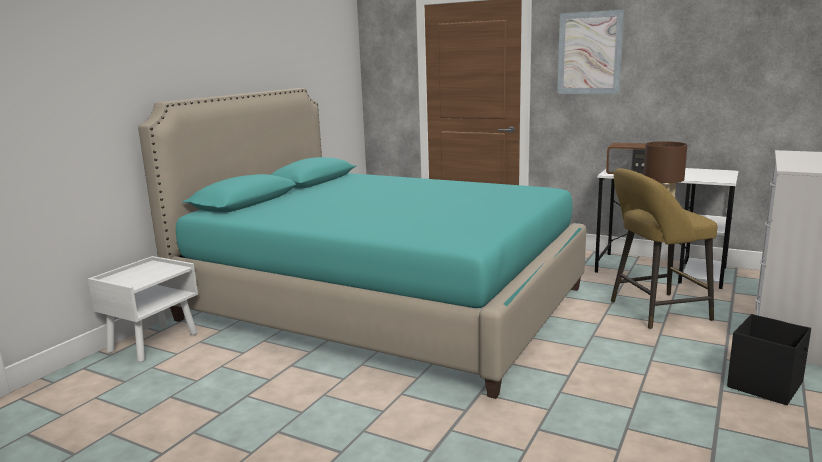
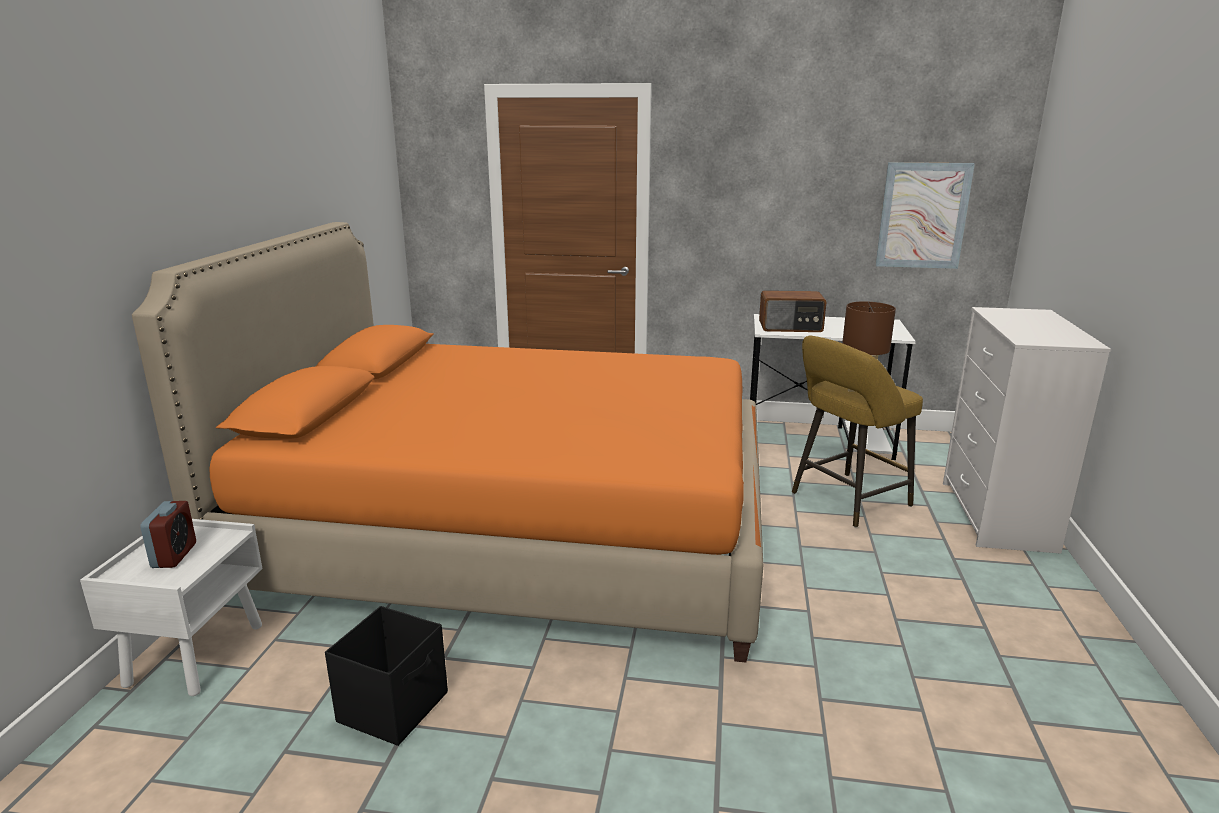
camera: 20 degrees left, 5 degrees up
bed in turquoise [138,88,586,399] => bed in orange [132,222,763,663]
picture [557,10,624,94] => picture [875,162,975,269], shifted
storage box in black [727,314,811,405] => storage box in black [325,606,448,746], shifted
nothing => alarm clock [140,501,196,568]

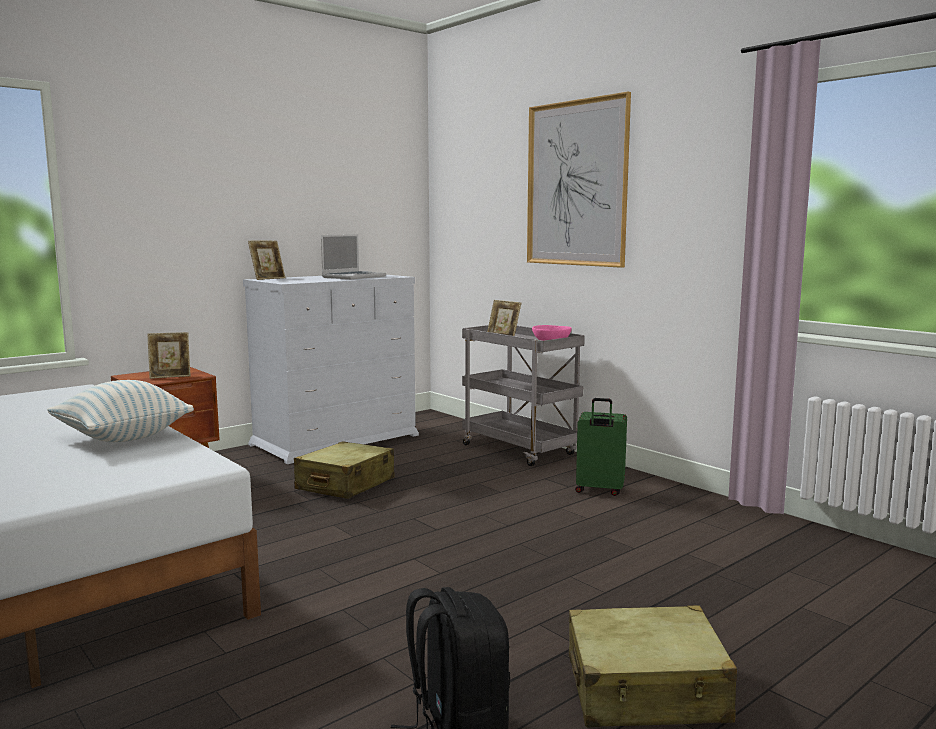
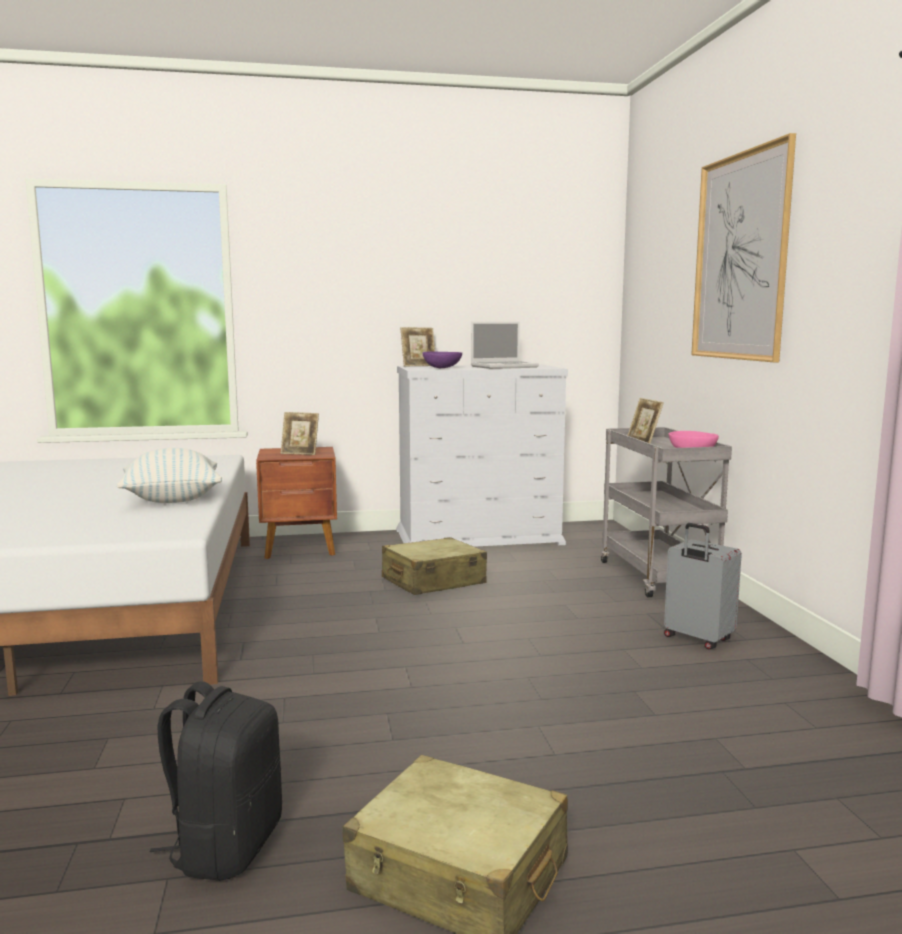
camera: 30 degrees right, 0 degrees up
suitcase in green [575,398,627,496] => suitcase in grey [664,523,742,650]
nothing => bowl in purple [422,352,462,368]

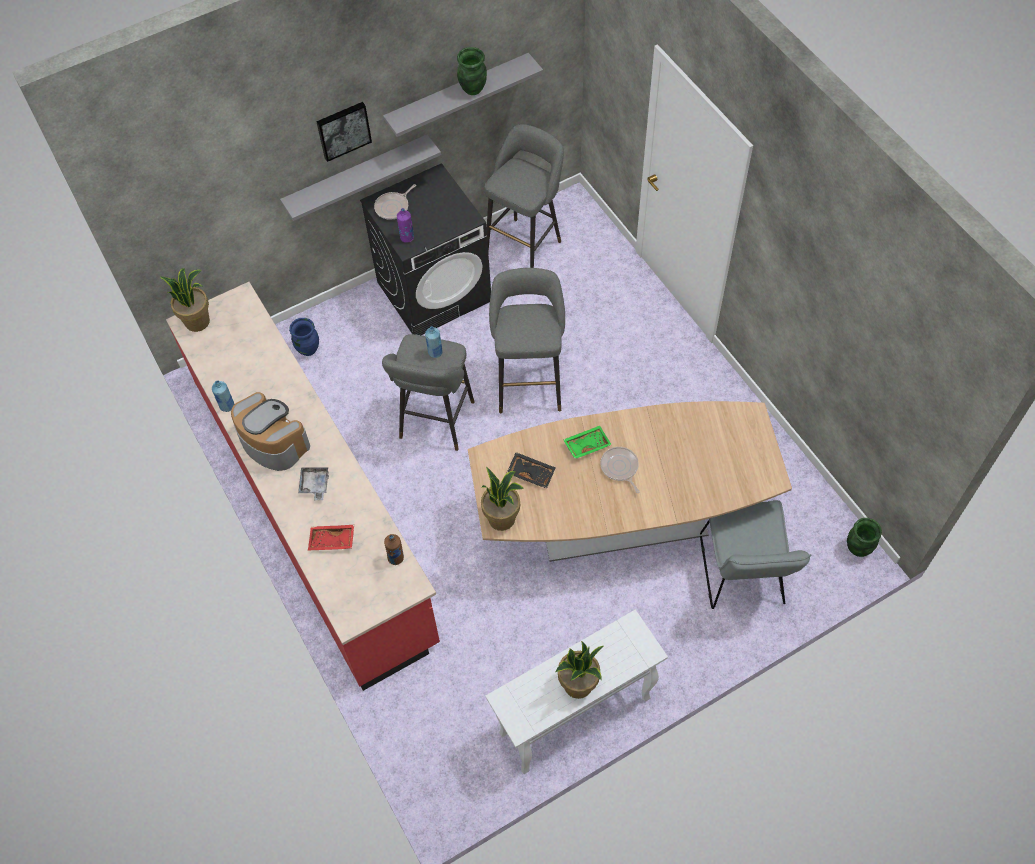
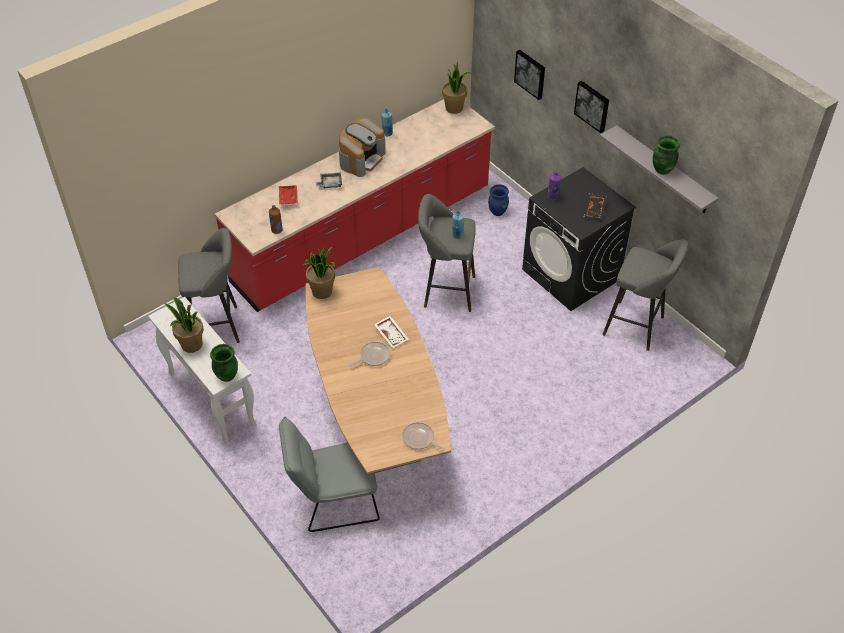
camera: 80 degrees right, 10 degrees down
shelf in grey [280,134,441,221] => nothing
frying pan [374,184,416,220] => frying pan [402,422,446,451], shifted
stool in grey [489,268,565,413] => stool in grey [178,228,240,343], shifted
tray in black [507,452,555,489] => tray in black [584,193,607,219], shifted
tray in green [563,426,612,459] => tray in white [374,316,408,348]
vase in green [847,518,882,557] => vase in green [210,344,238,382], shifted
nothing => picture [514,50,545,100]

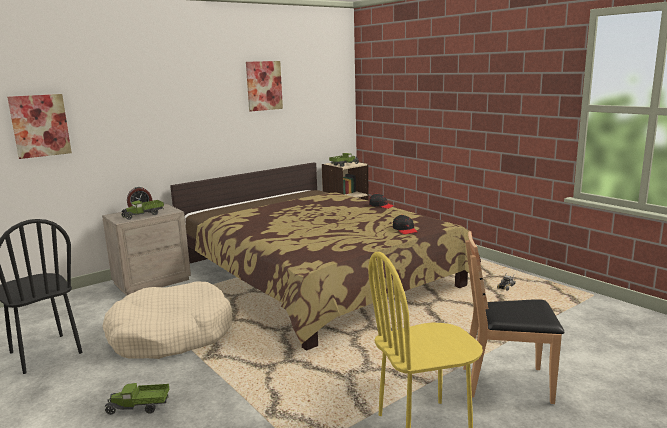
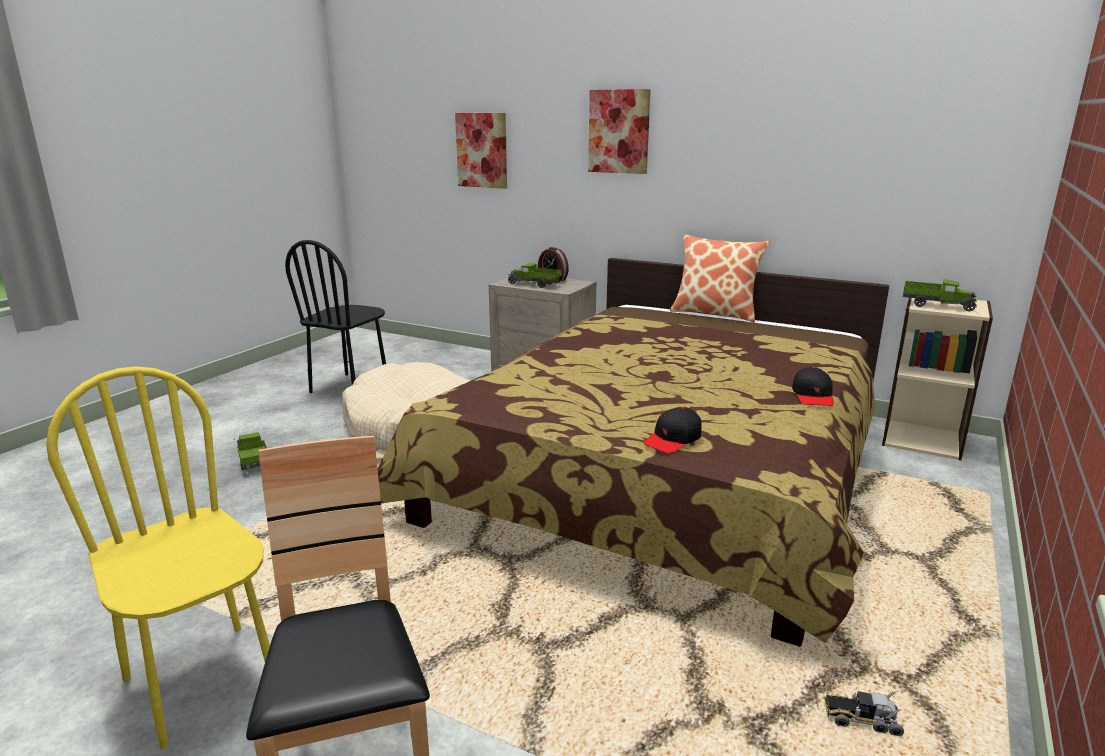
camera: 65 degrees right, 5 degrees up
picture [246,61,283,111] => picture [588,89,651,174], shifted
nothing => pillow [670,234,770,322]

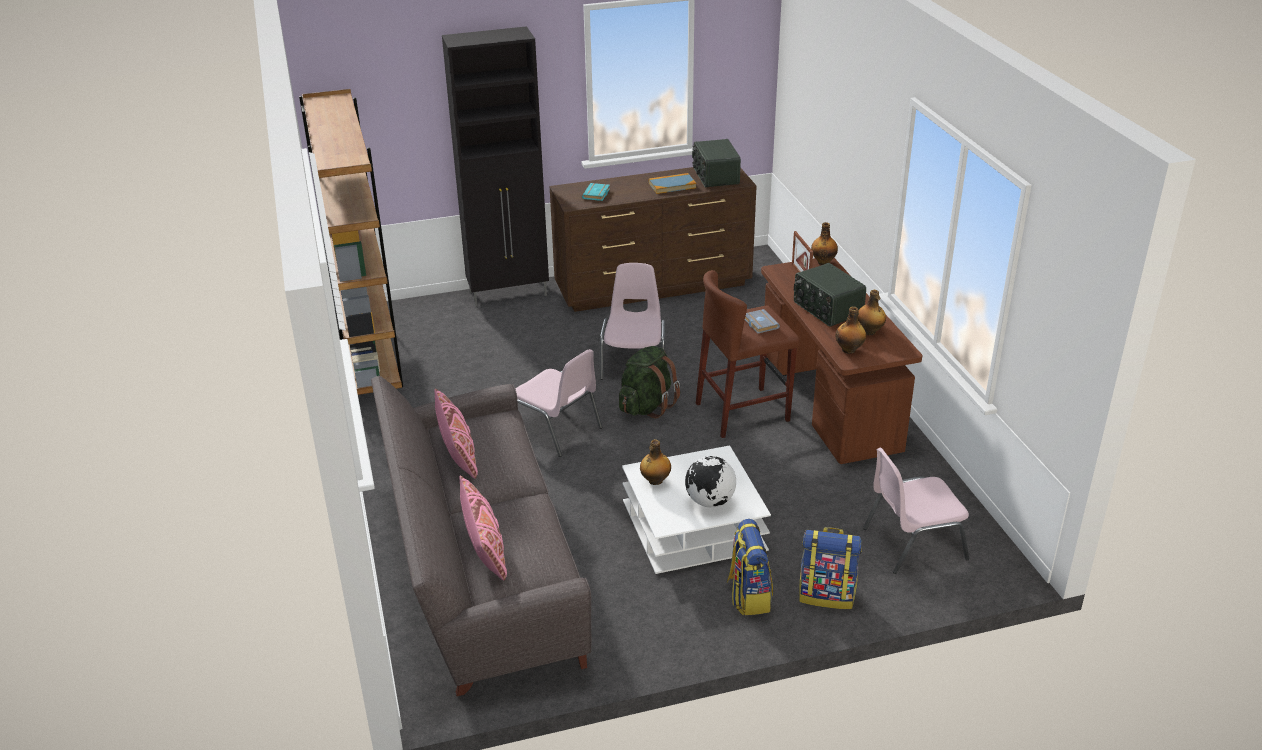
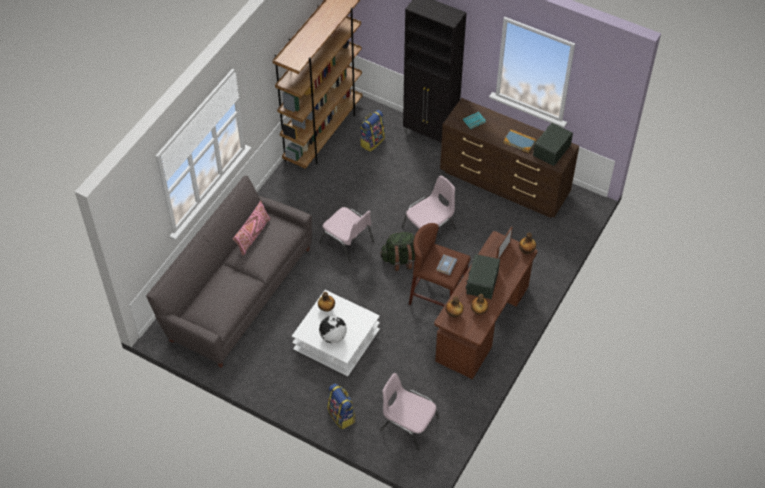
camera: 45 degrees right, 20 degrees up
pillow in pink [460,475,507,581] => nothing
chair in pink [515,349,603,457] => chair in pink [319,207,374,263], 45 degrees counterclockwise
backpack [727,519,773,615] => backpack [360,110,385,152], shifted

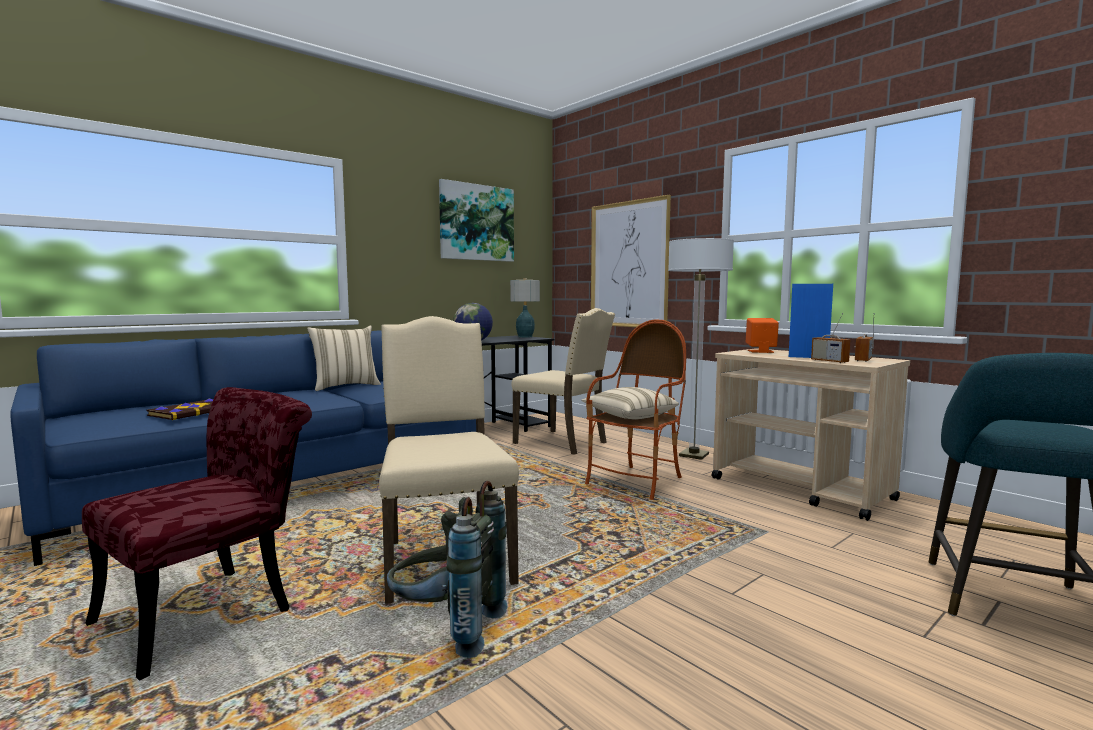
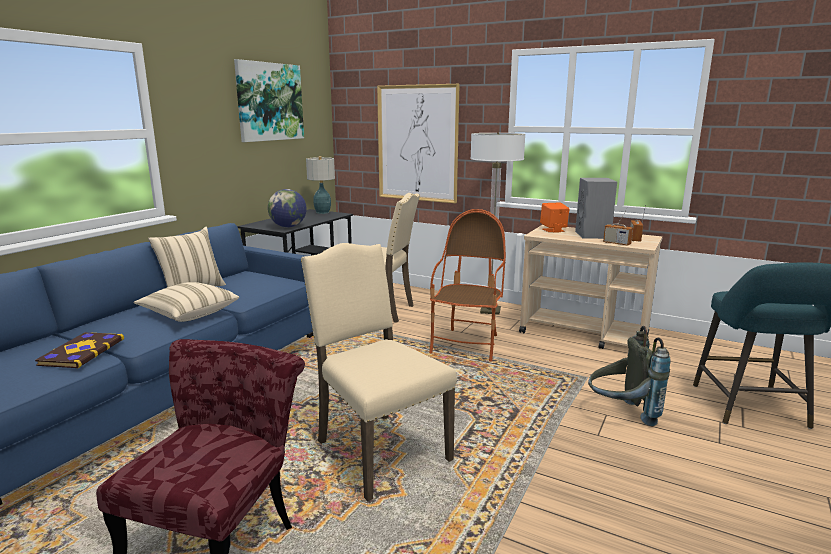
camera: 20 degrees left, 10 degrees up
backpack in grey [387,481,507,658] => backpack in grey [588,326,671,426], shifted
pillow in beige [582,387,679,420] => pillow in beige [134,282,239,322], shifted
speaker in blue [789,284,833,358] => speaker in grey [575,178,617,239]

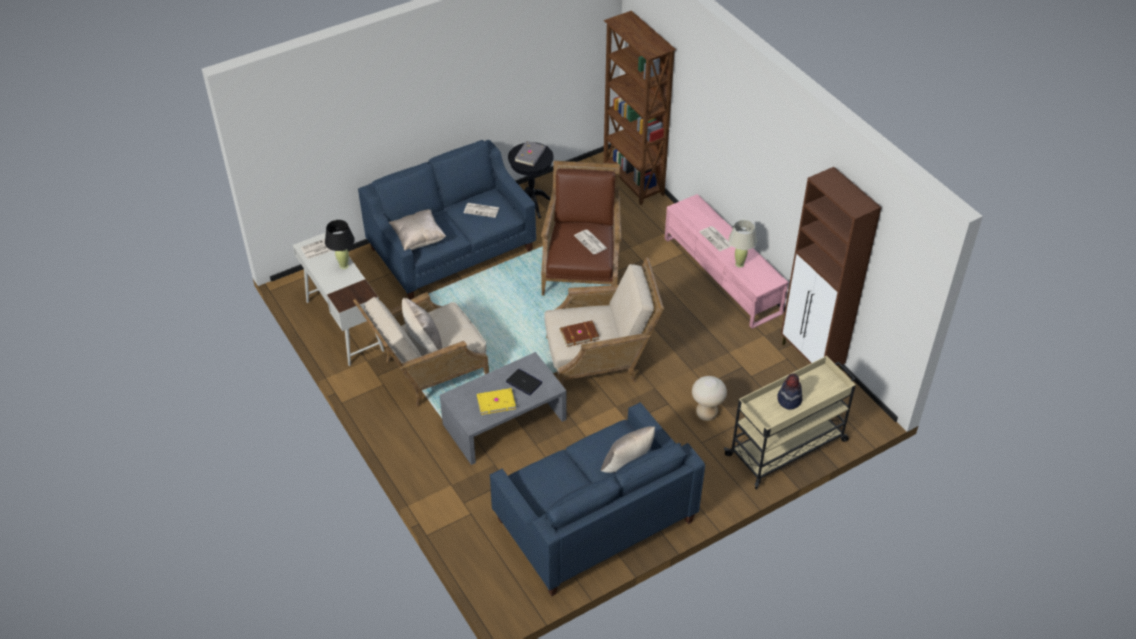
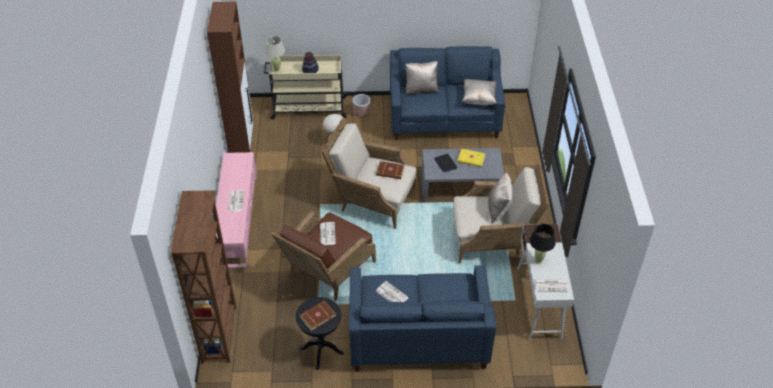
camera: 150 degrees left, 0 degrees up
pillow in beige [389,209,446,250] => pillow in beige [462,79,496,105], shifted
book in grey [514,141,546,166] => book in brown [299,300,336,331]
table lamp in beige [729,220,757,268] => table lamp in beige [265,36,285,72], shifted
nothing => planter [352,94,370,118]

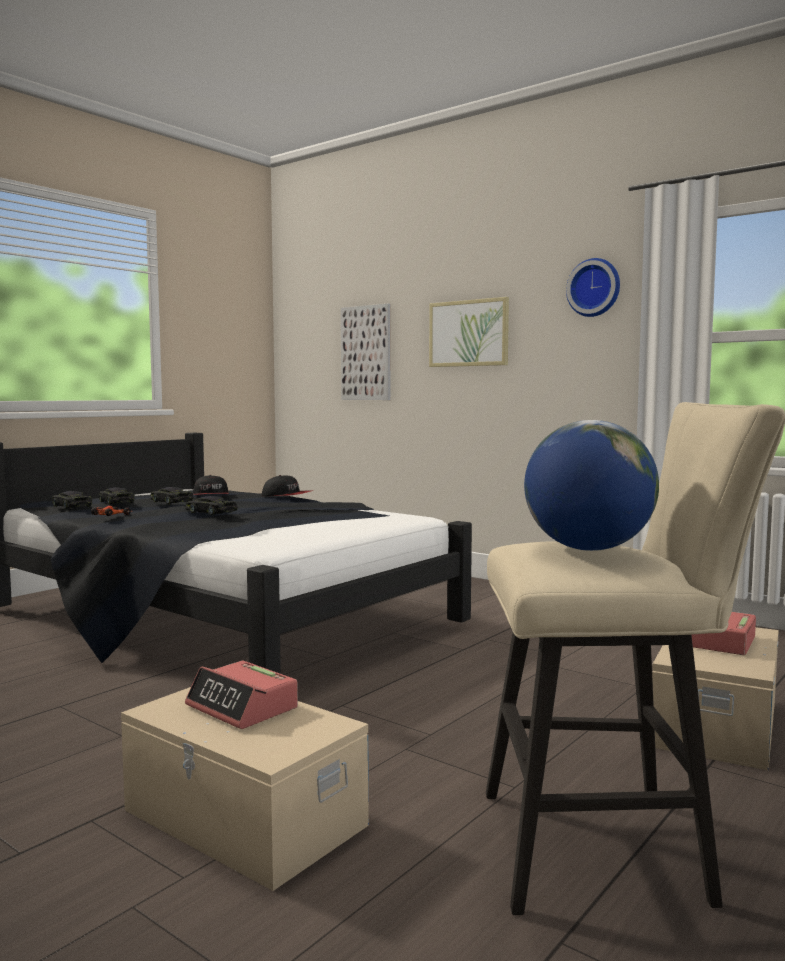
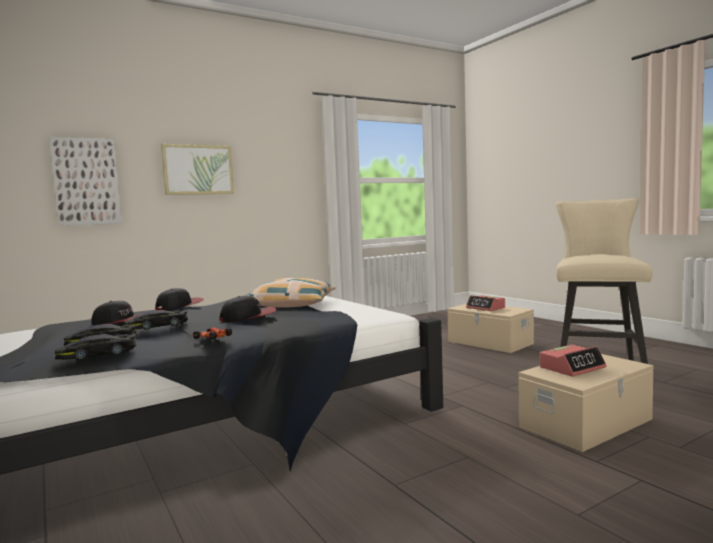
camera: 70 degrees left, 0 degrees up
toy car in black [185,496,238,515] => cap [219,296,277,322]
globe [524,420,659,551] => nothing
wall clock [566,258,620,317] => nothing
nothing => pillow [245,278,336,308]

